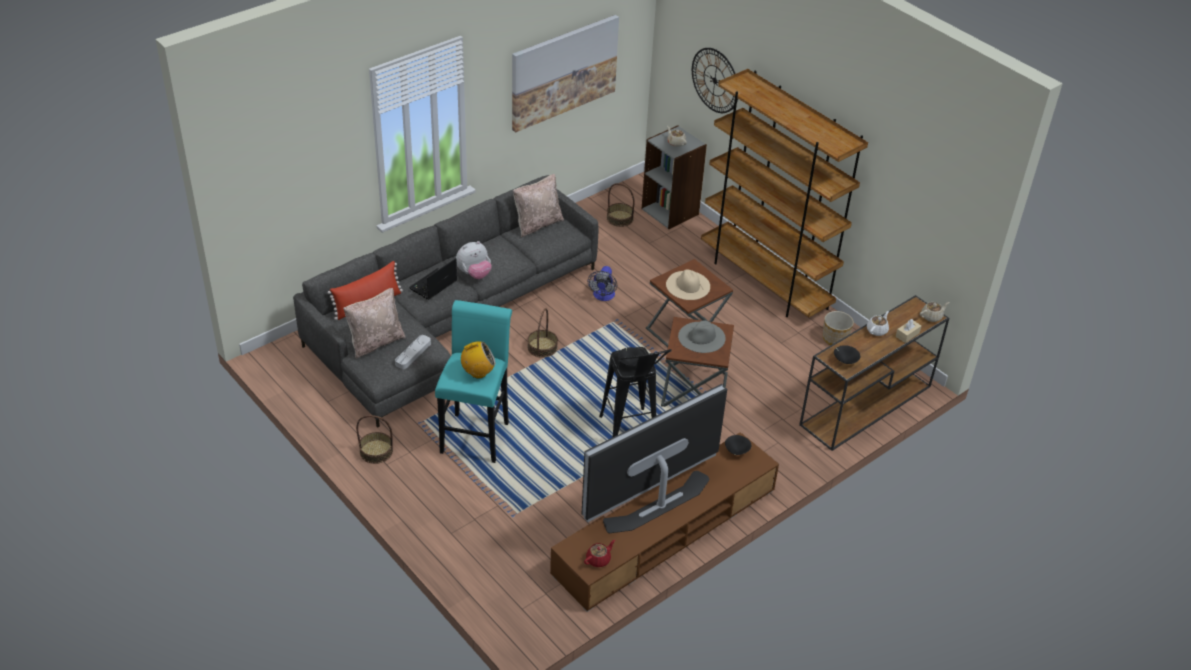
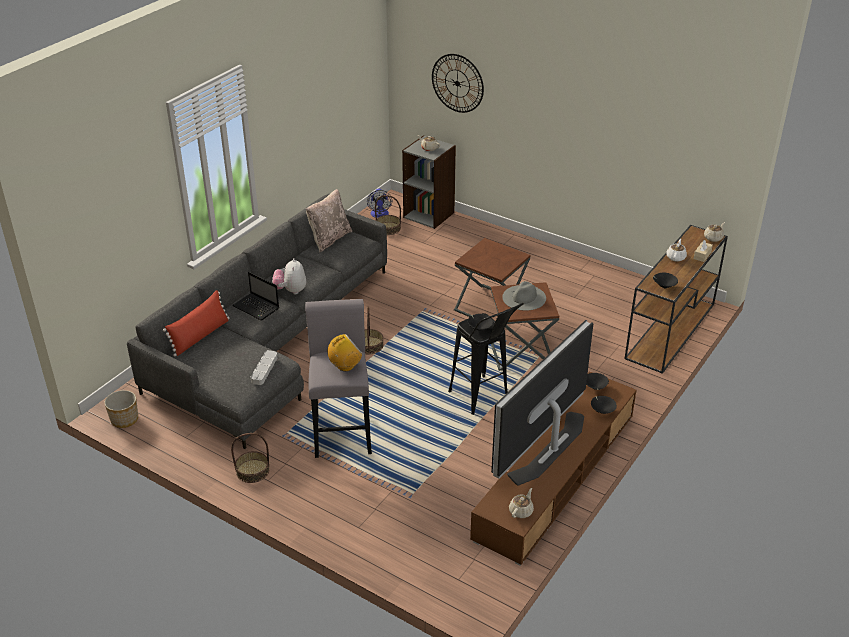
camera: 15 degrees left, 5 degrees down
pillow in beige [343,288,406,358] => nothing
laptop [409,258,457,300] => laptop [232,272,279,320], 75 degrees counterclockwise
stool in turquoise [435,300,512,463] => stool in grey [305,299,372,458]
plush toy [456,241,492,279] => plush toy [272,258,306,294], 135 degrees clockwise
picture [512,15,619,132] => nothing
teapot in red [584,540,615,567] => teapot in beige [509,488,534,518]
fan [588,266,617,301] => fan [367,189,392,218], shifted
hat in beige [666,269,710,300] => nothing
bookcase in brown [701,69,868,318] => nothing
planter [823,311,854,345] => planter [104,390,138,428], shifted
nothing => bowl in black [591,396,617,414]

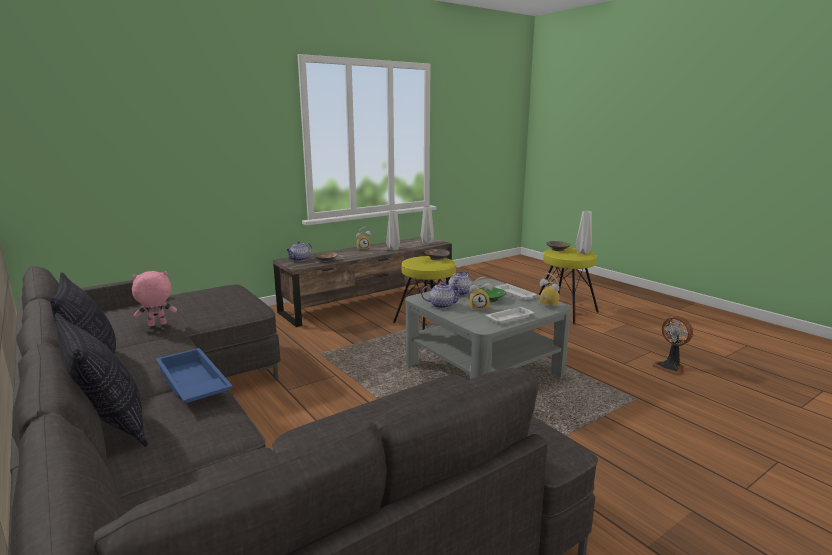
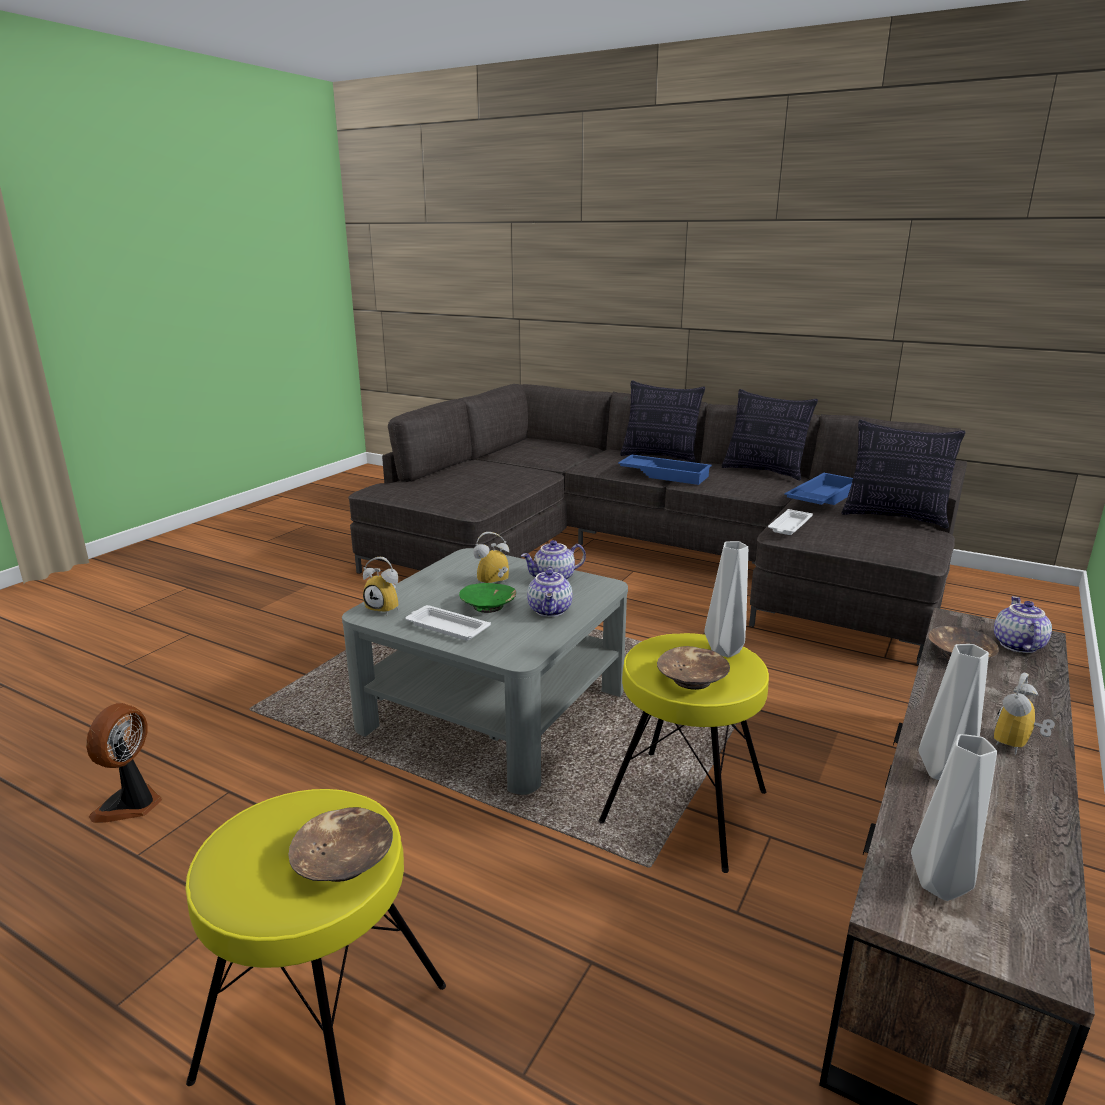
camera: 155 degrees right, 5 degrees up
plush toy in pink [132,271,177,326] => tray in blue [784,473,853,505]
tray in white [486,307,534,324] => tray in white [768,509,813,535], shifted
vase in grey [575,211,592,254] => vase in grey [704,541,748,657], shifted
fan [651,316,693,376] => fan [86,703,163,823], 105 degrees counterclockwise
nothing => pillow [842,420,965,529]

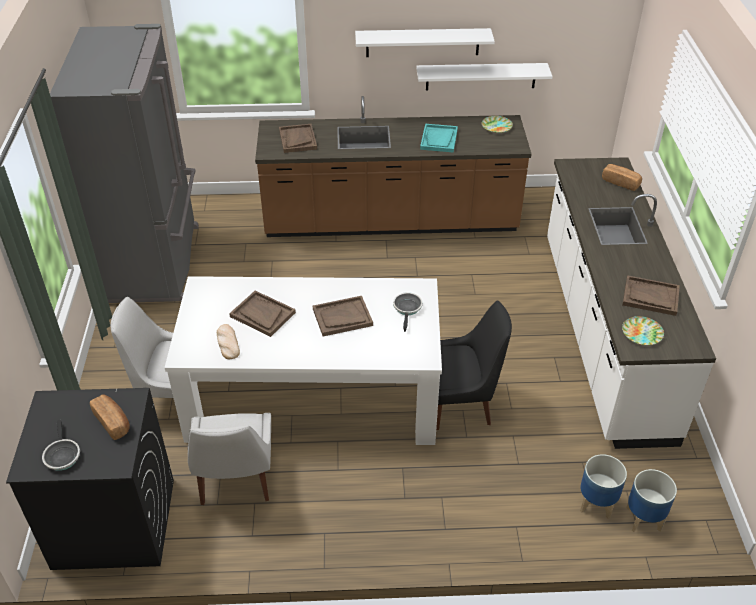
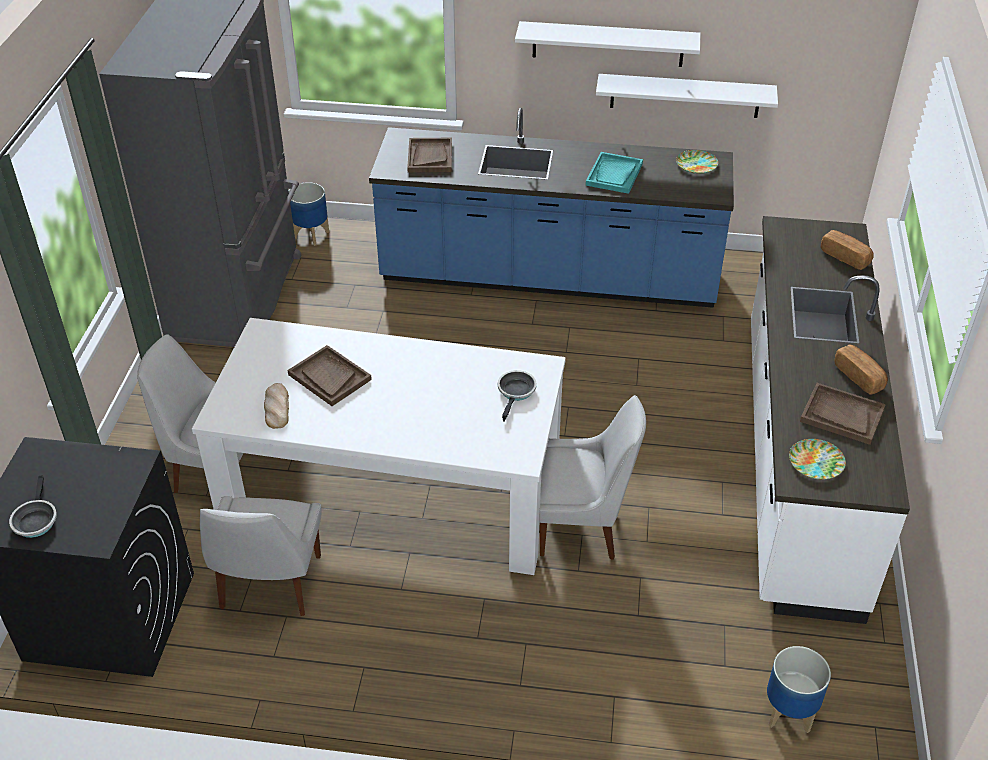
camera: 10 degrees right, 0 degrees up
bread [90,395,130,440] => bread [834,345,888,395], shifted
counter in brown [255,96,532,237] => counter in blue [369,108,734,308]
tray in brown [313,296,373,337] => nothing
chair in black [436,301,512,430] => chair in white [539,395,646,560]
planter [580,454,627,519] => planter [289,182,329,246], shifted

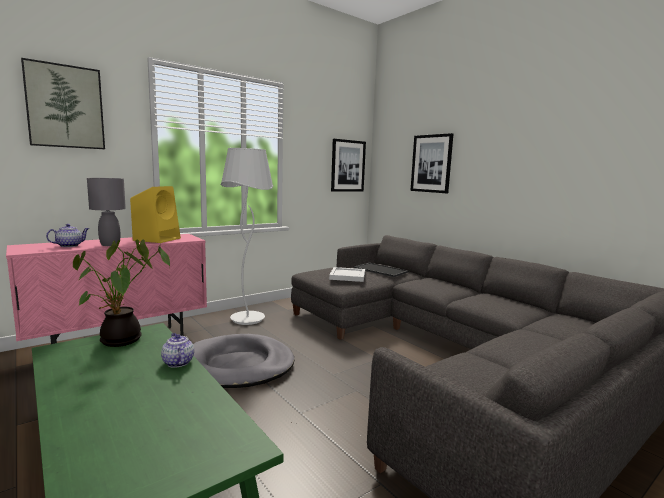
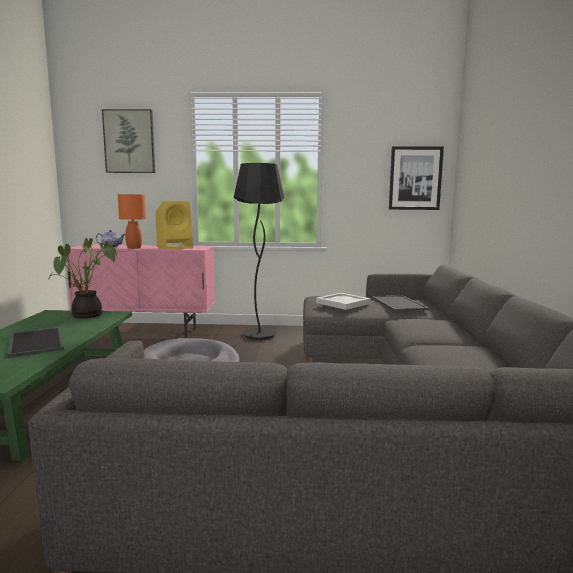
camera: 40 degrees right, 0 degrees up
table lamp in grey [87,178,126,246] => table lamp in orange [118,194,146,249]
teapot [161,333,194,368] => nothing
floor lamp in white [221,148,273,325] => floor lamp in black [233,163,285,340]
picture [410,133,453,193] => nothing
nothing => tray [7,327,64,357]

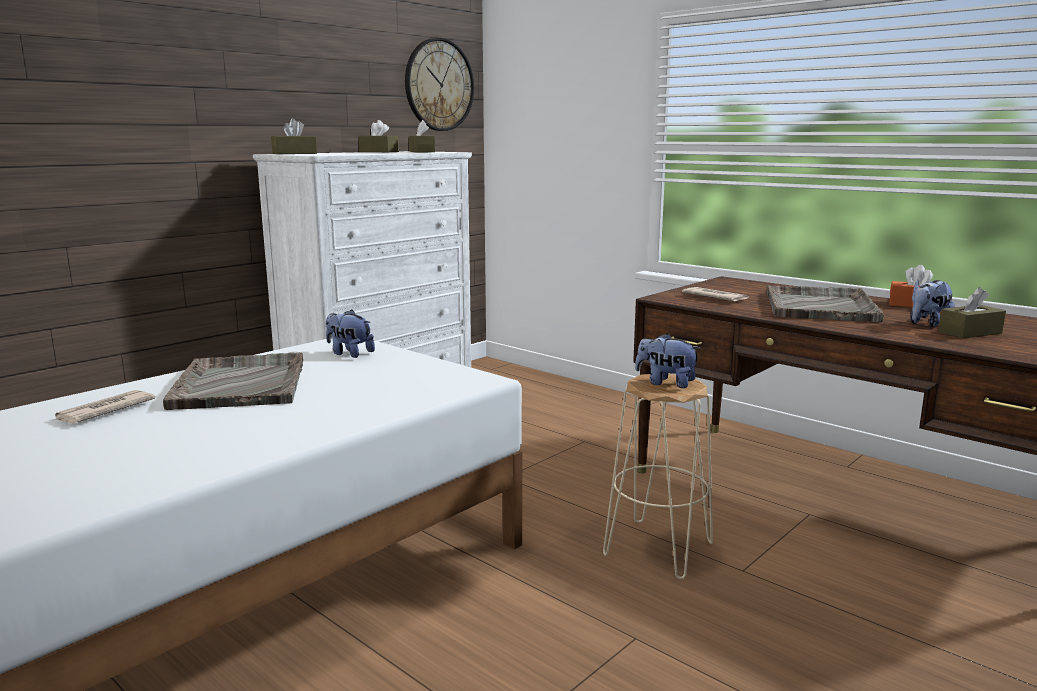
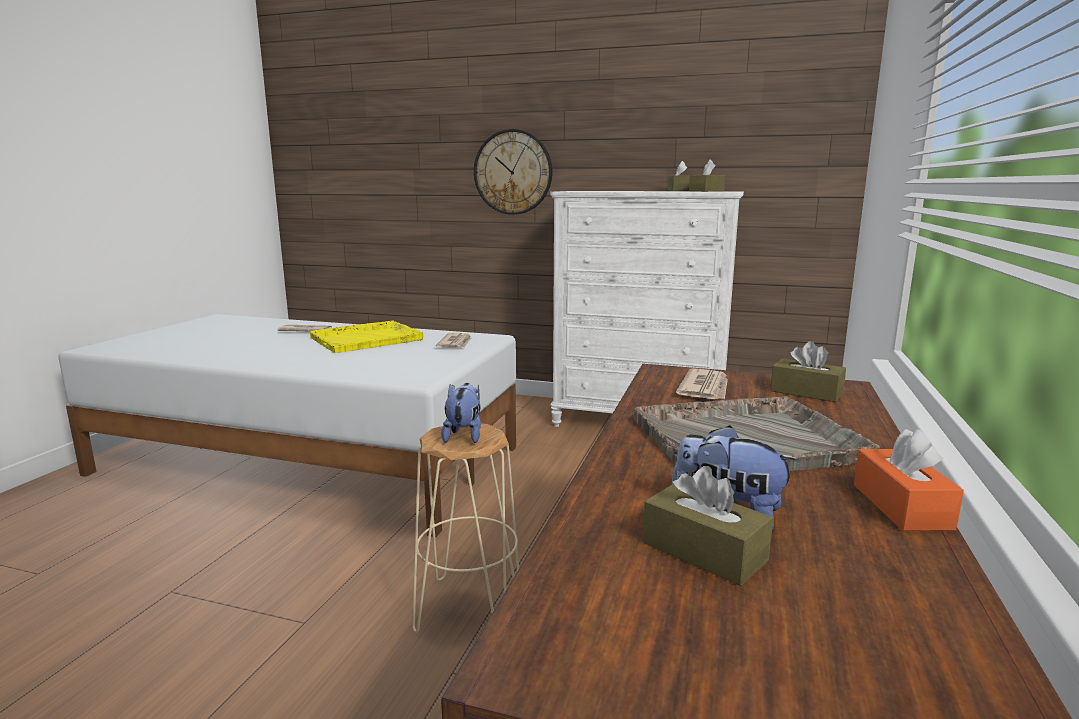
camera: 65 degrees right, 0 degrees up
tray in grey [163,352,303,410] => tray in yellow [310,320,423,353]
tissue box in brown [271,119,317,154] => tissue box in brown [770,341,846,402], shifted
plush toy [326,309,375,358] => newspaper [436,333,471,348]
wall clock [405,38,474,131] => wall clock [474,129,552,215], shifted

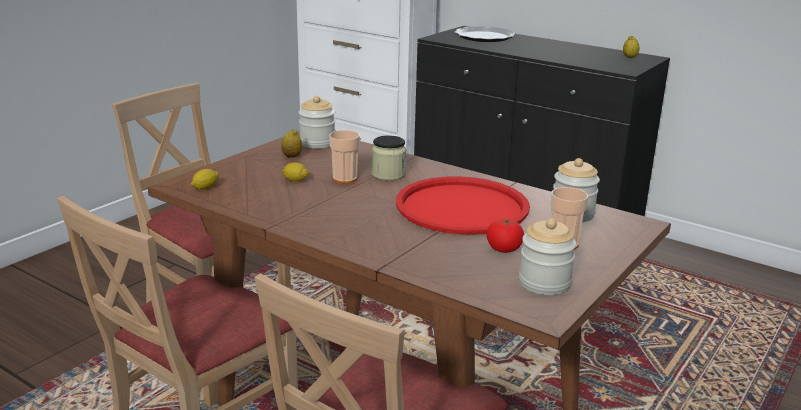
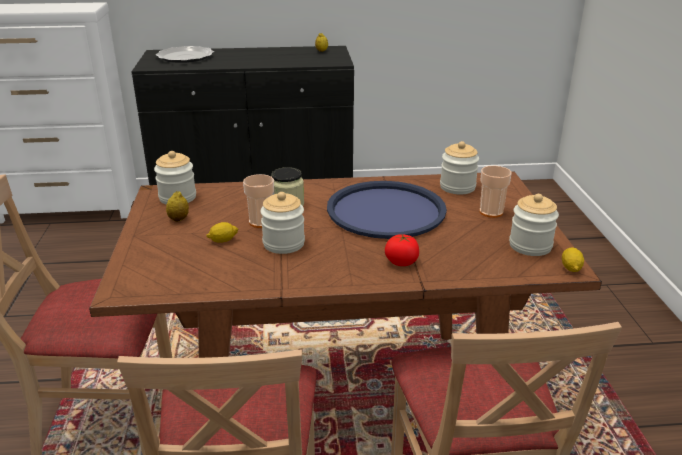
camera: 40 degrees left, 5 degrees up
lemon [191,169,219,190] => lemon [562,247,584,272], shifted
tray in red [396,176,530,235] => tray in blue [327,181,447,239]
tomato [487,218,524,253] => tomato [385,234,419,266], shifted
nothing => jar [260,192,305,254]

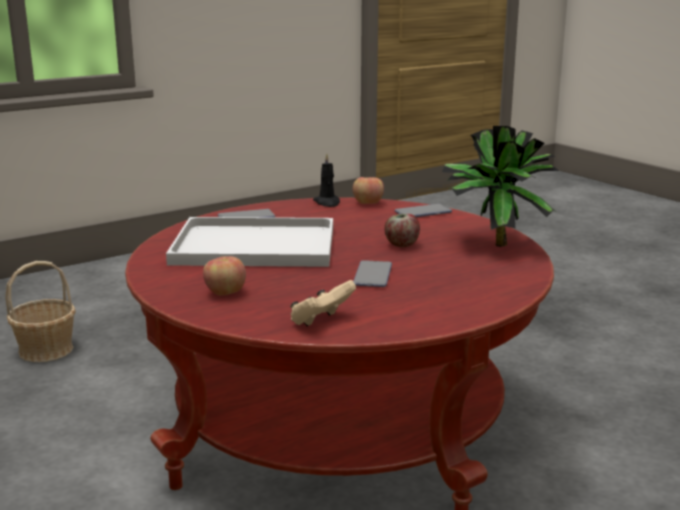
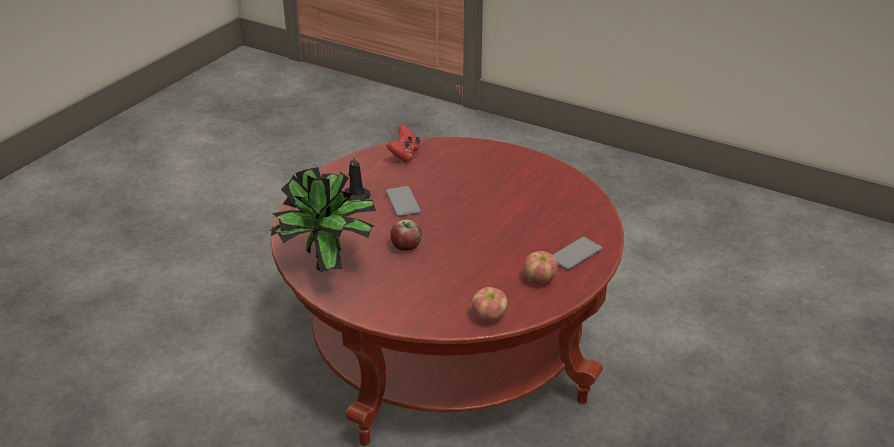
camera: 155 degrees right, 15 degrees up
basket [5,261,76,362] => nothing
tray in white [166,217,333,267] => nothing
apple [203,256,246,296] => apple [524,251,558,285], shifted
game controller in beige [291,280,356,326] => game controller in red [387,124,420,163]
candle in black [313,153,340,207] => candle in black [344,155,370,201], shifted
phone [395,204,452,217] => nothing

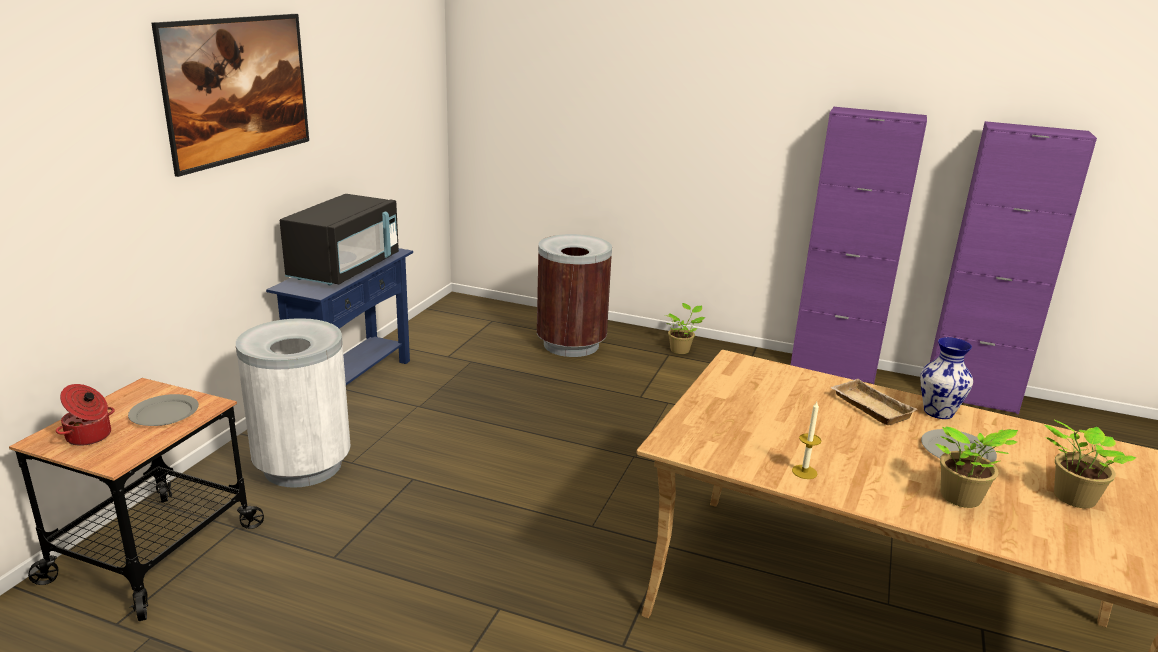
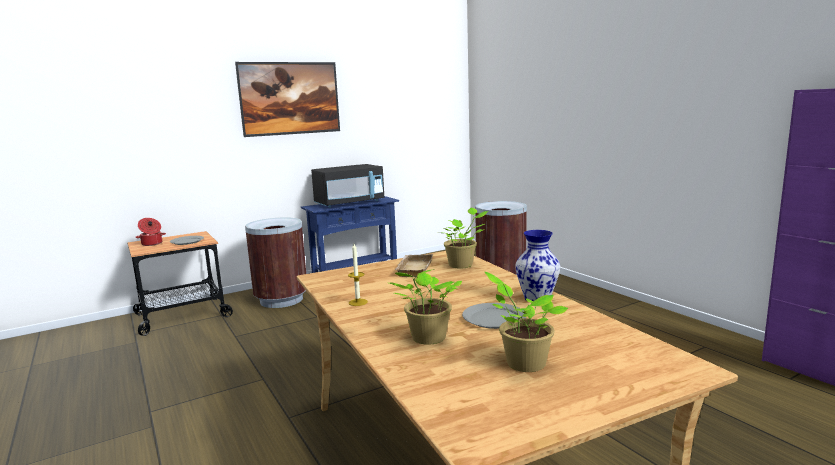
camera: 40 degrees right, 10 degrees down
trash can in white [236,318,351,488] => trash can in brown [245,217,306,308]
potted plant [665,303,706,354] => potted plant [444,208,488,269], shifted
cabinet in purple [791,107,927,384] => nothing
tray in beige [830,379,917,425] => tray in beige [395,254,433,277], shifted

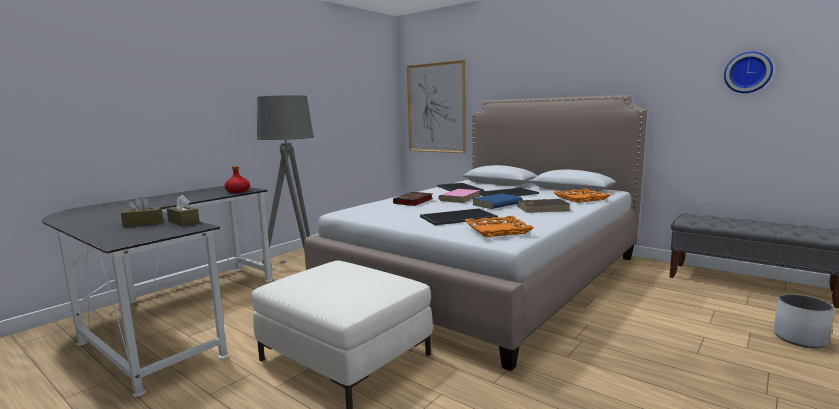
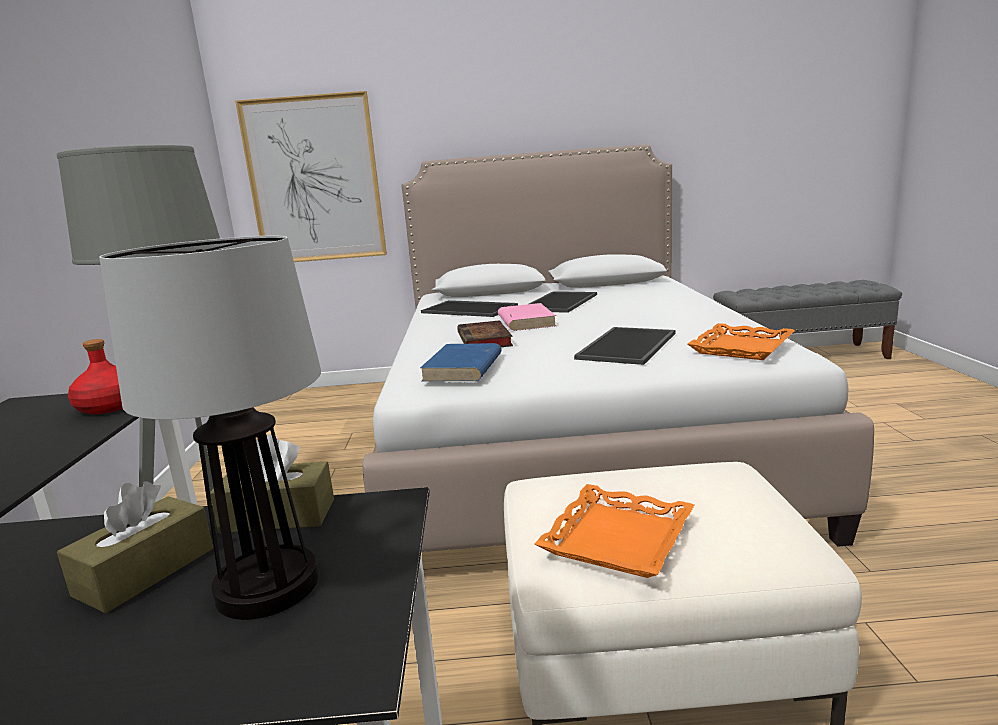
camera: 40 degrees left, 5 degrees up
book in blue [472,193,523,209] => book in blue [420,343,502,382], shifted
book in brown [517,199,570,213] => nothing
tray in orange [553,188,611,203] => tray in orange [535,484,694,578], shifted
wall clock [724,52,773,93] => nothing
planter in white [773,294,834,348] => nothing
nothing => table lamp [99,236,321,620]

